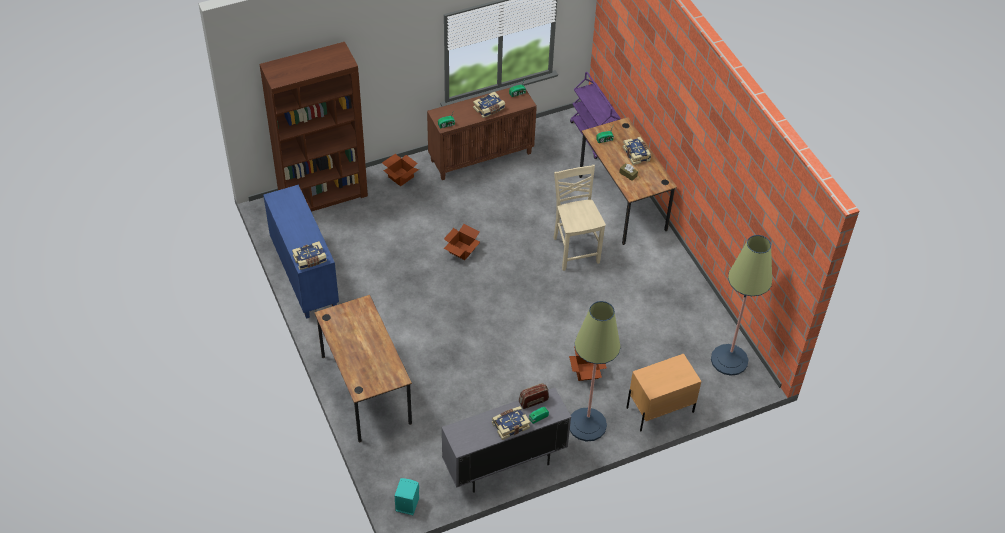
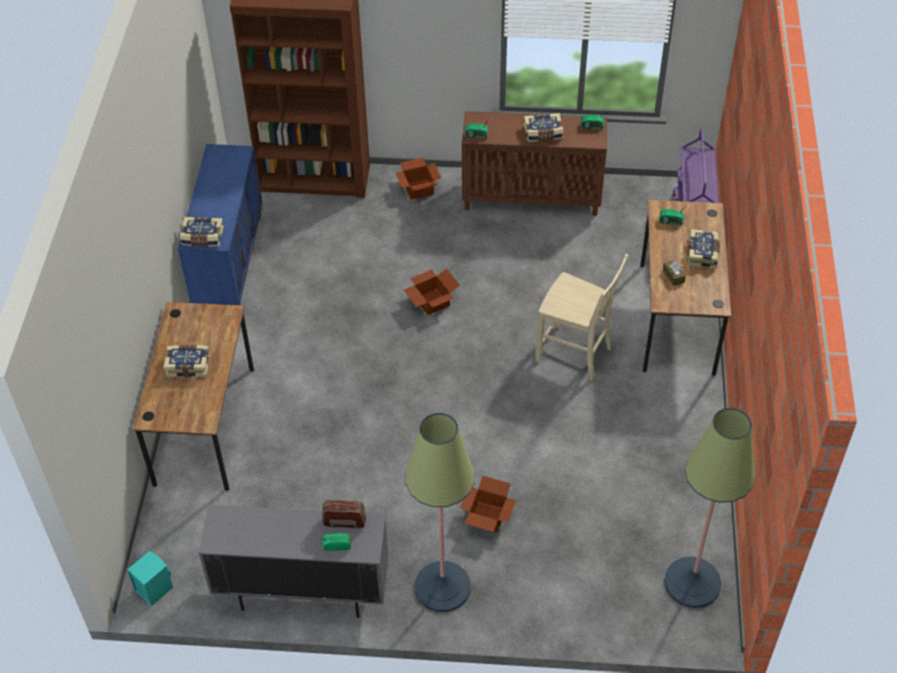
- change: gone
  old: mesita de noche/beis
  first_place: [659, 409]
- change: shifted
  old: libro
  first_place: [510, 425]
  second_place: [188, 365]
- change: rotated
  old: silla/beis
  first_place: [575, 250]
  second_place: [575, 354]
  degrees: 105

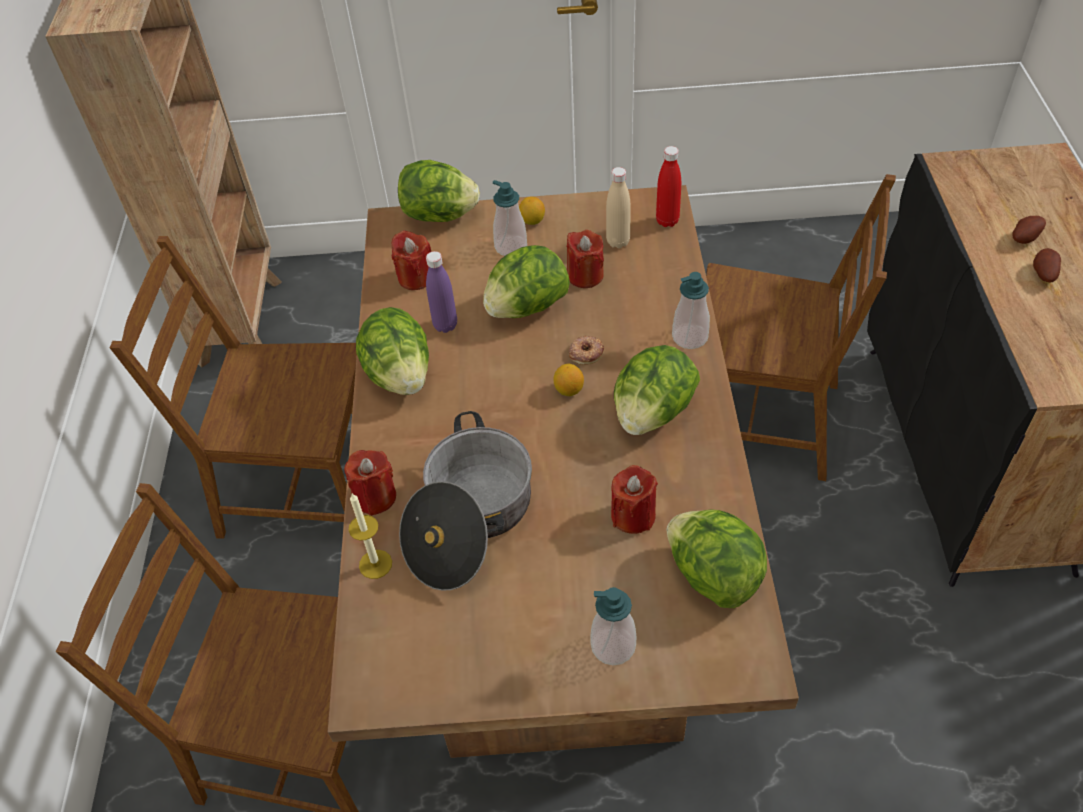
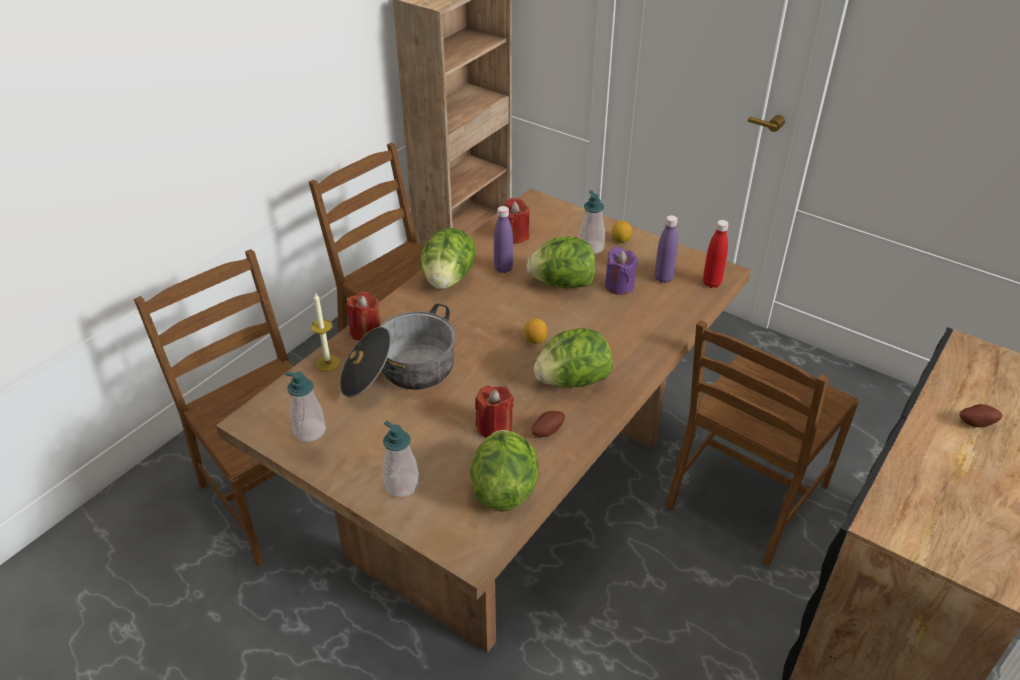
- change: gone
  old: lechuga
  first_place: [440, 215]
- change: gone
  old: rosquilla
  first_place: [586, 352]
- change: shifted
  old: dispensador de jabón
  first_place: [690, 337]
  second_place: [309, 431]
- change: shifted
  old: patata
  first_place: [1042, 274]
  second_place: [547, 430]
- change: repainted
  old: vela/rojo
  new: vela/morado
  first_place: [585, 275]
  second_place: [619, 286]
- change: repainted
  old: botella/beis
  new: botella/morado
  first_place: [618, 242]
  second_place: [663, 278]
- change: rotated
  old: silla/marrón
  first_place: [760, 418]
  second_place: [746, 496]
  degrees: 75

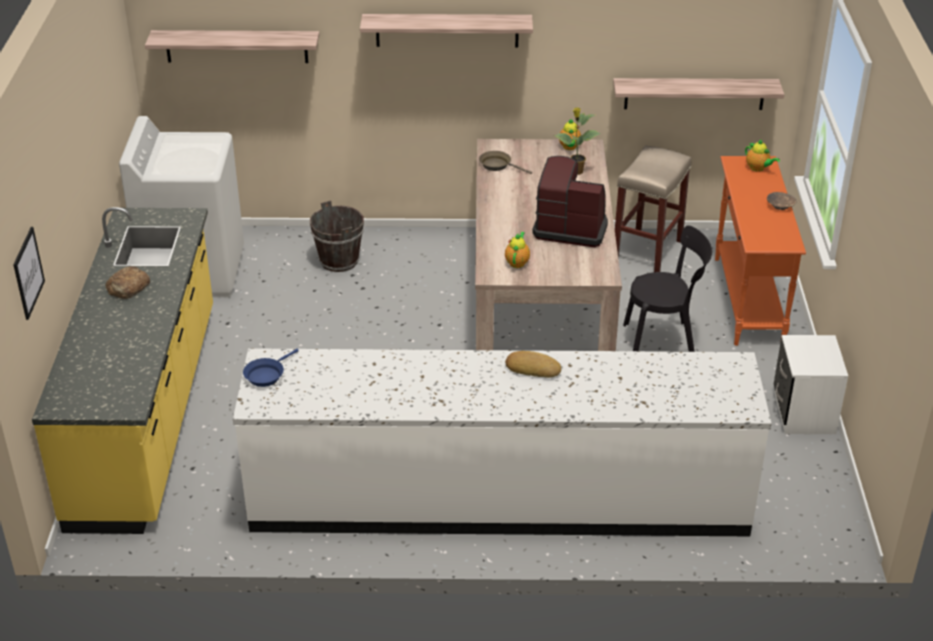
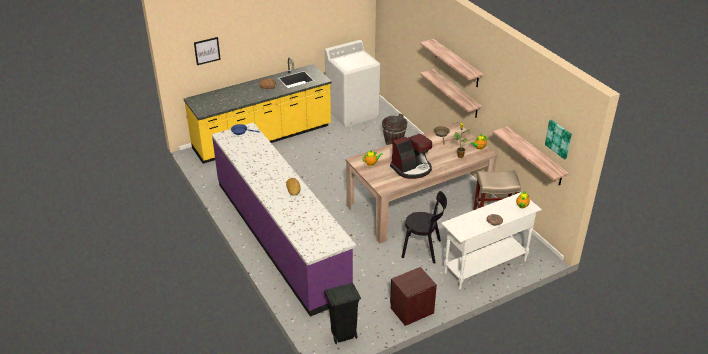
- change: new
  new: papelera/negro
  second_place: [343, 335]
- change: new
  new: cuadro
  second_place: [559, 139]
- change: shifted
  old: estante
  first_place: [236, 46]
  second_place: [456, 94]
- change: repainted
  old: mueble bajo de cocina/blanco
  new: mueble bajo de cocina/morado
  first_place: [499, 497]
  second_place: [281, 236]
- change: repainted
  old: mesa consola/naranja
  new: mesa consola/blanco
  first_place: [747, 301]
  second_place: [485, 266]
- change: repainted
  old: mesita de noche/blanco
  new: mesita de noche/marrón
  first_place: [803, 413]
  second_place: [412, 310]
- change: rotated
  old: cafetera
  first_place: [570, 228]
  second_place: [412, 168]
  degrees: 75
- change: rotated
  old: silla/negro
  first_place: [663, 344]
  second_place: [423, 249]
  degrees: -45

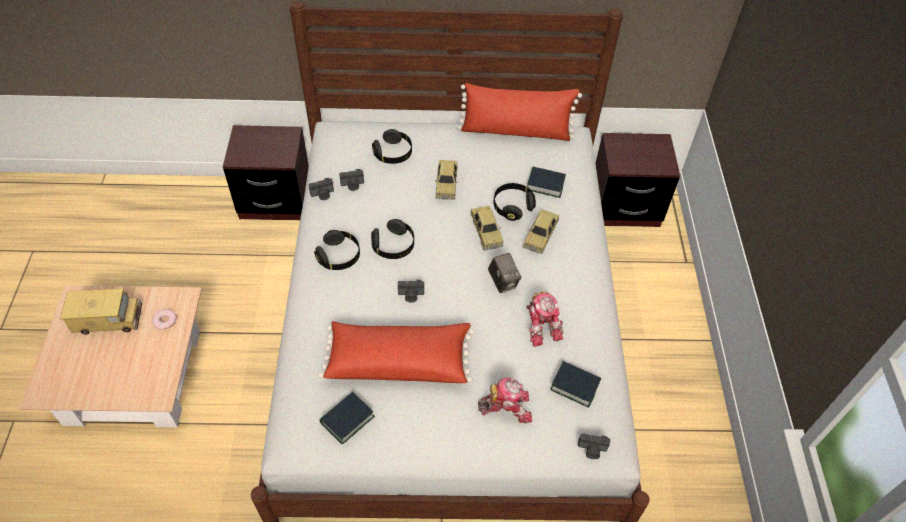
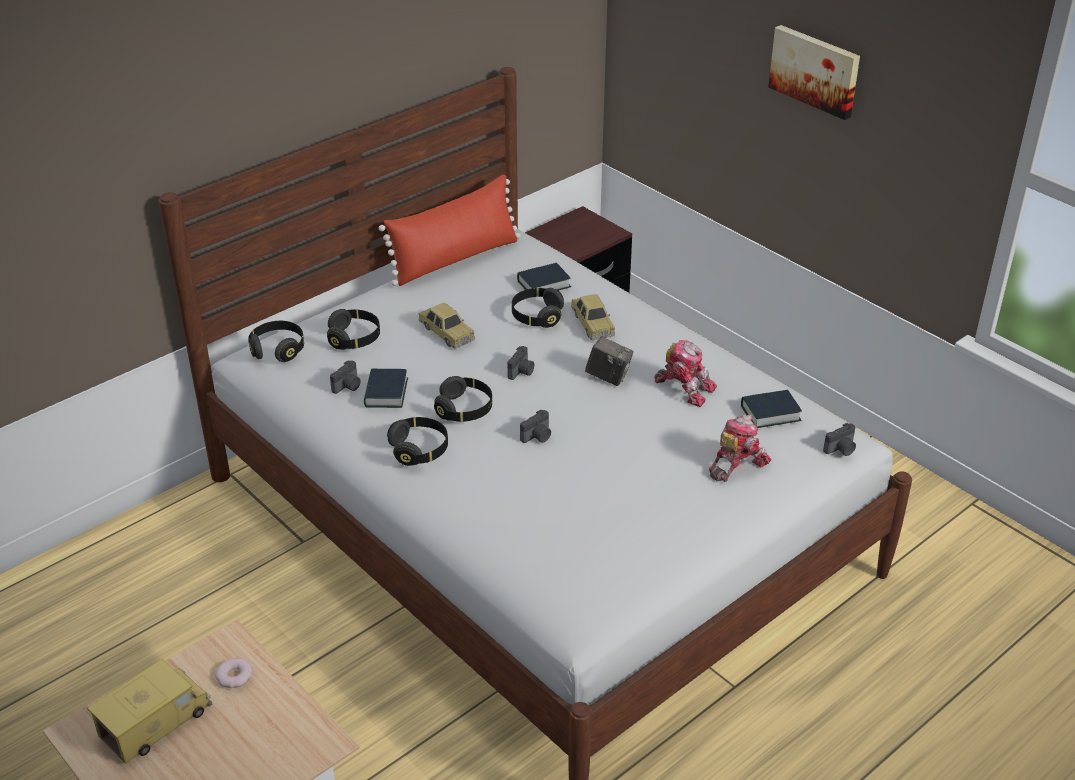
- change: gone
  old: mesita de noche/marrón
  first_place: [276, 200]
- change: gone
  old: cojín/rojo
  first_place: [398, 360]
- change: gone
  old: coche de juguete
  first_place: [486, 231]
- change: new
  new: auriculares/negro
  second_place: [278, 350]
- change: new
  new: cuadro
  second_place: [815, 70]
- change: shifted
  old: cámara
  first_place: [323, 195]
  second_place: [522, 372]
- change: shifted
  old: libro
  first_place: [347, 420]
  second_place: [386, 393]

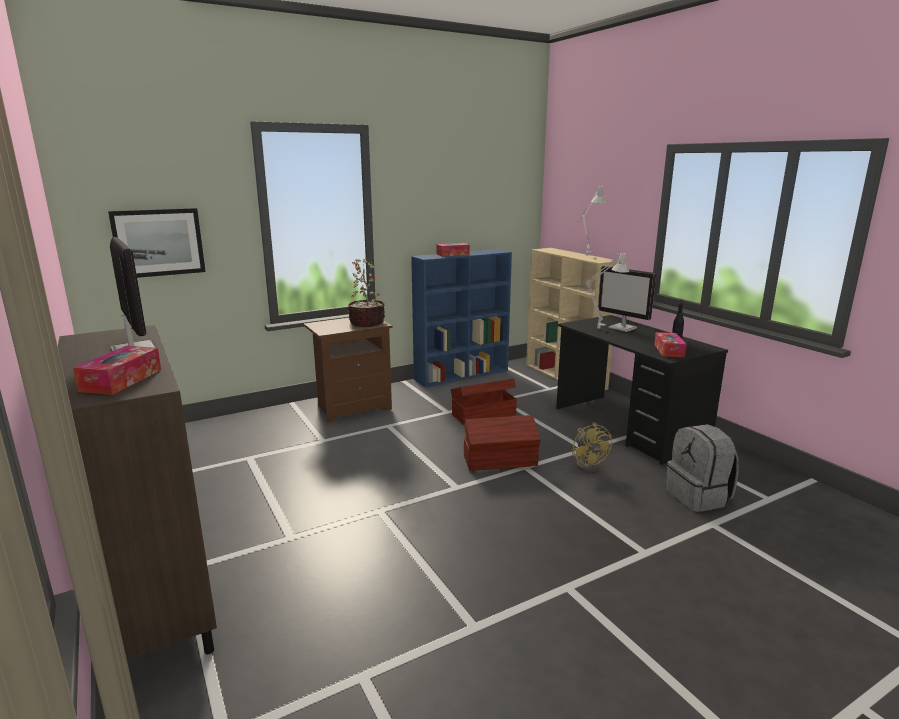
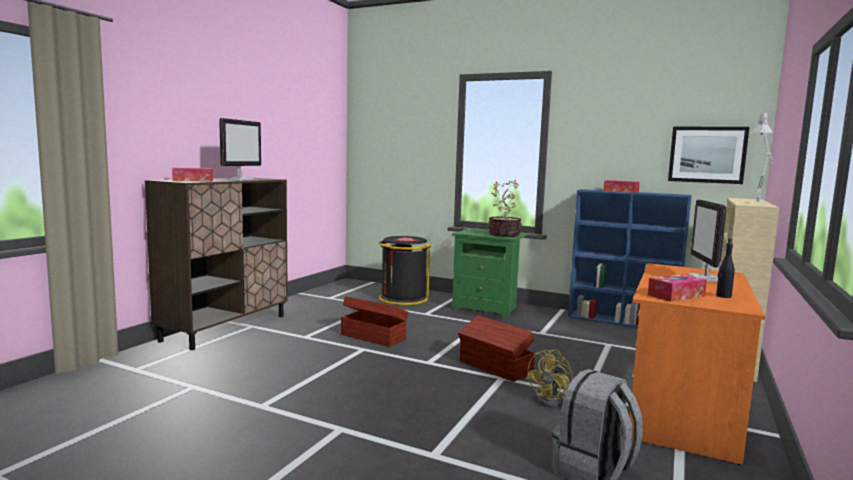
- change: gone
  old: lámpara de mesa/gris
  first_place: [595, 328]
- change: new
  new: papelera/negro
  second_place: [402, 299]
- change: shifted
  old: cuadro
  first_place: [158, 242]
  second_place: [707, 154]
- change: shifted
  old: caja de almacenaje/marrón
  first_place: [483, 415]
  second_place: [373, 336]
- change: repainted
  old: mesita de noche/marrón
  new: mesita de noche/verde
  first_place: [352, 407]
  second_place: [487, 308]
- change: repainted
  old: escritorio/negro
  new: escritorio/naranja
  first_place: [628, 427]
  second_place: [683, 407]

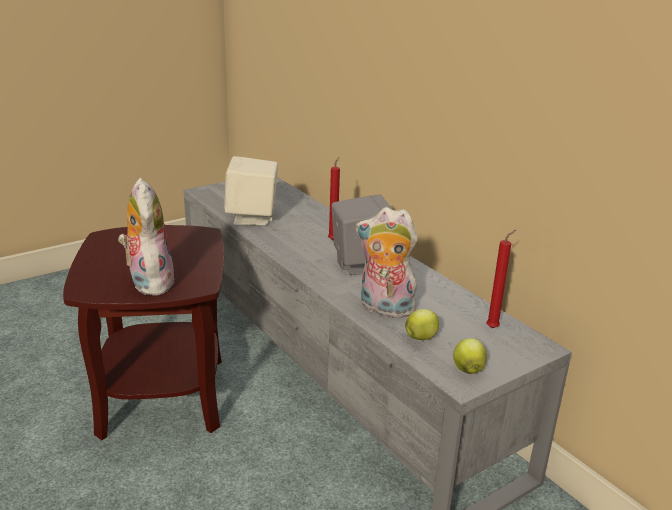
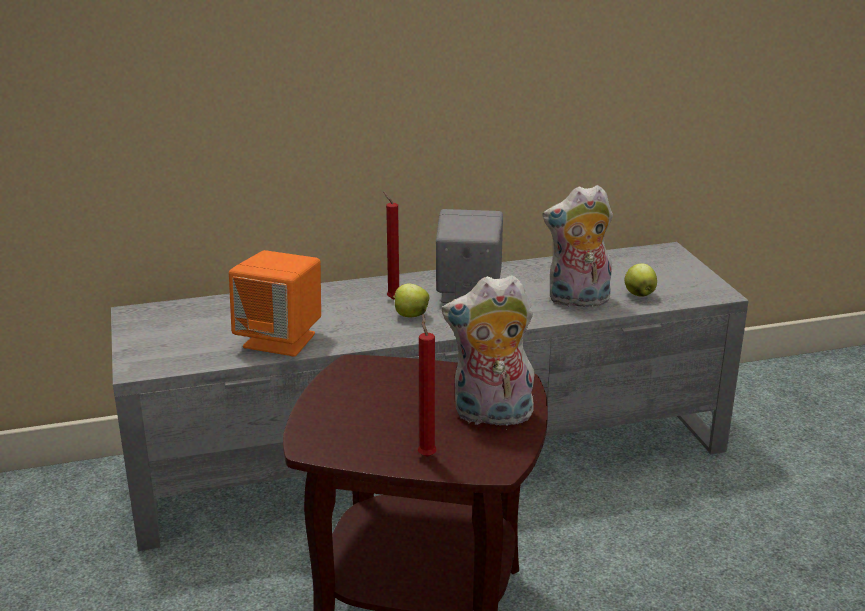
- change: shifted
  old: manzana
  first_place: [468, 369]
  second_place: [410, 315]
- change: shifted
  old: vela/rojo
  first_place: [494, 327]
  second_place: [426, 455]
- change: repainted
  old: altavoz/beis
  new: altavoz/naranja
  first_place: [252, 217]
  second_place: [281, 340]
- change: rotated
  old: peluche
  first_place: [384, 309]
  second_place: [577, 301]
  degrees: 45

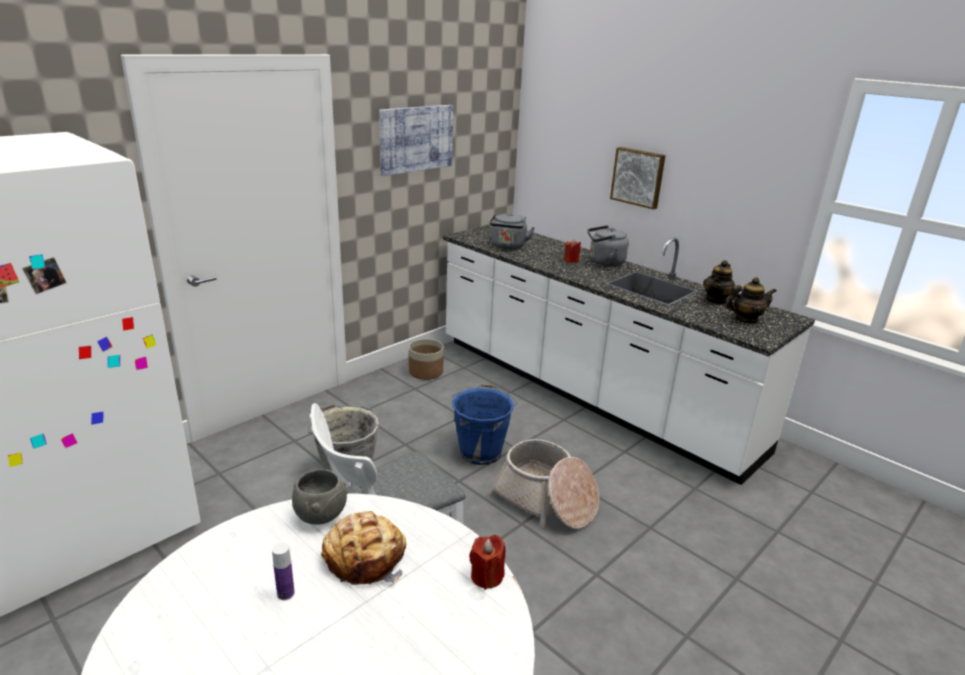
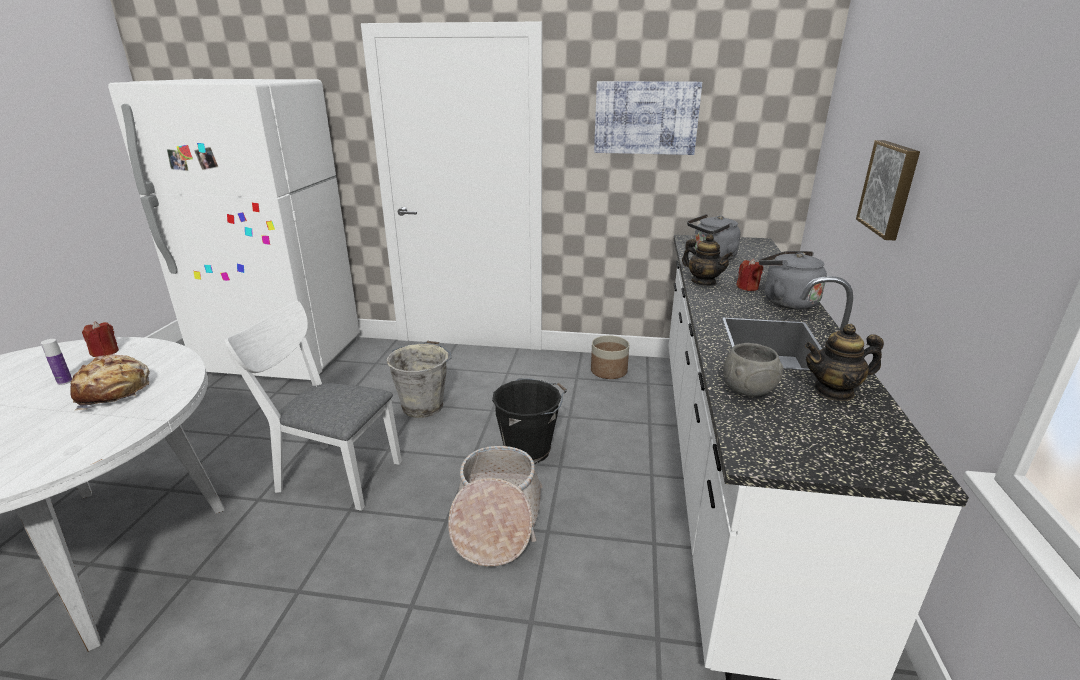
- change: shifted
  old: cuenco/gris
  first_place: [320, 515]
  second_place: [747, 391]
- change: shifted
  old: vela/rojo
  first_place: [487, 576]
  second_place: [105, 352]
- change: shifted
  old: tetera
  first_place: [745, 319]
  second_place: [703, 282]
- change: repainted
  old: cubo/azul
  new: cubo/negro
  first_place: [481, 451]
  second_place: [529, 450]

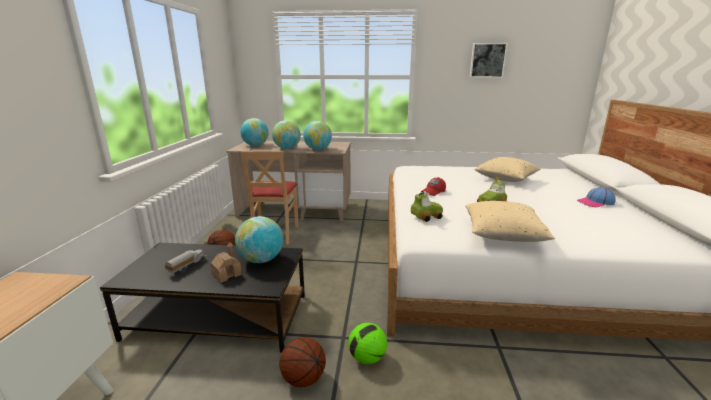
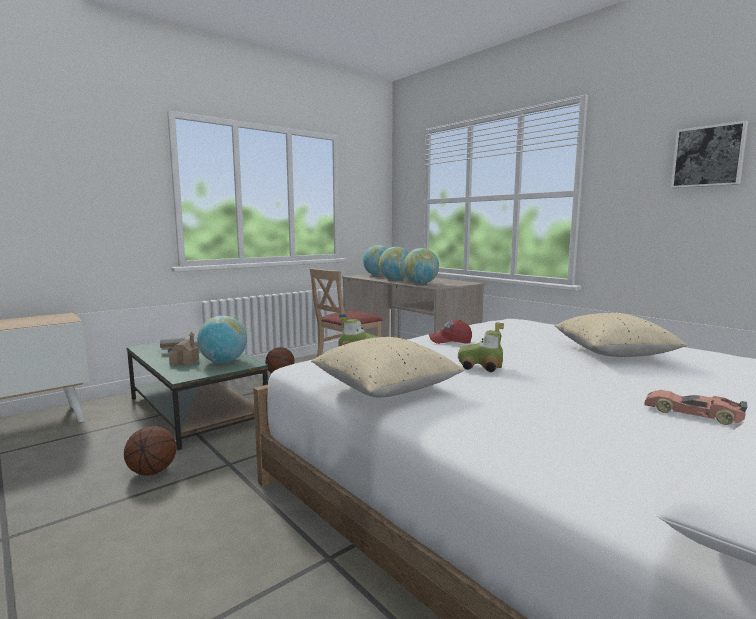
- change: gone
  old: balón de fútbol
  first_place: [367, 358]
- change: swapped
  old: gorra
  new: coche de juguete
  first_place: [595, 203]
  second_place: [692, 414]
- change: repainted
  old: mesa de centro/negro
  new: mesa de centro/verde
  first_place: [217, 317]
  second_place: [195, 410]

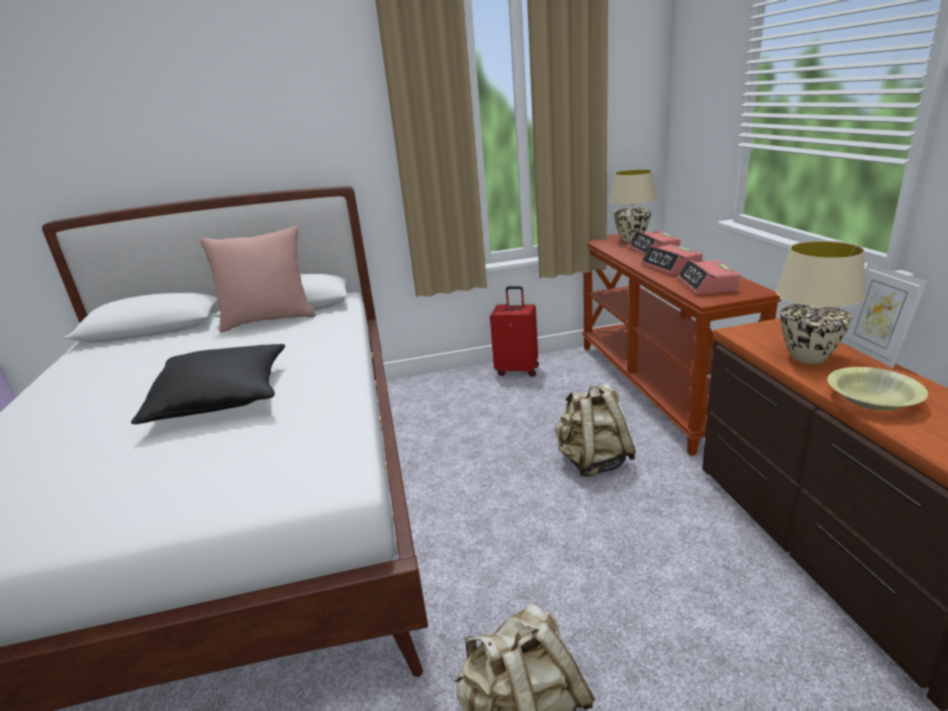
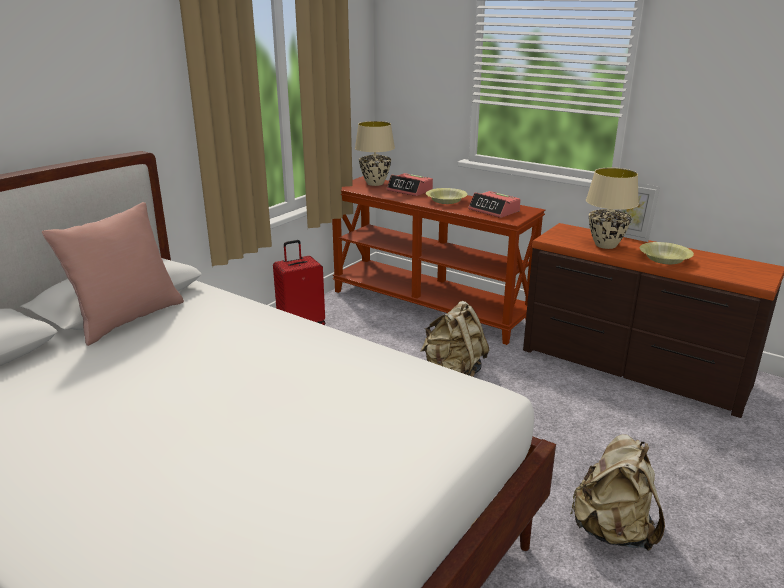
- change: gone
  old: cojín/negro
  first_place: [222, 398]
- change: swapped
  old: despertador
  new: cuenco/amarillo
  first_place: [671, 267]
  second_place: [446, 201]

